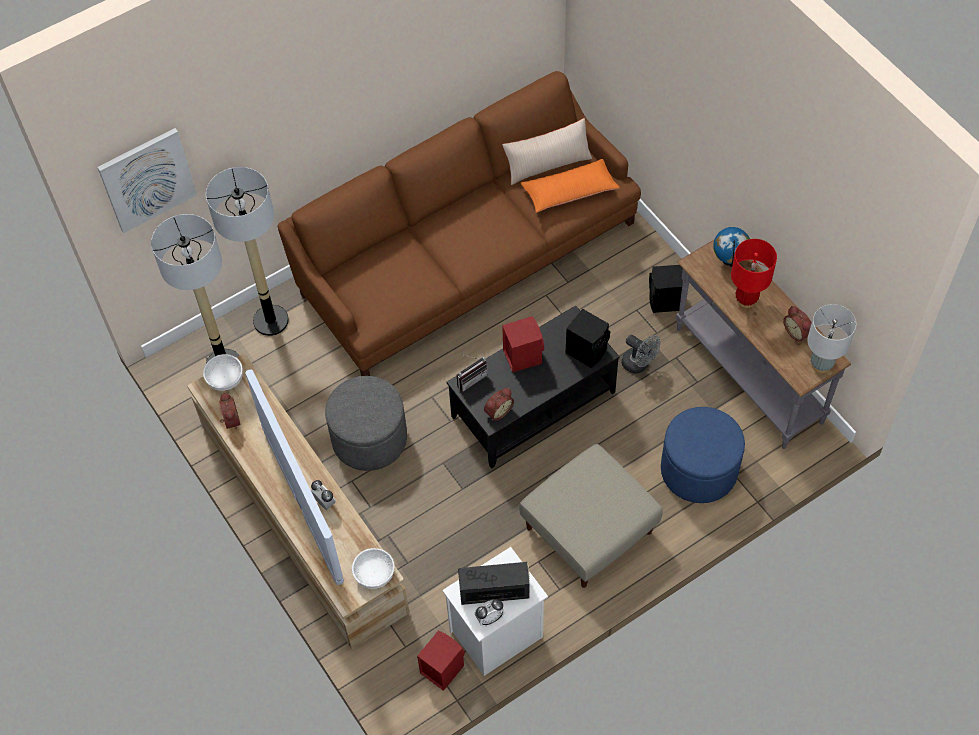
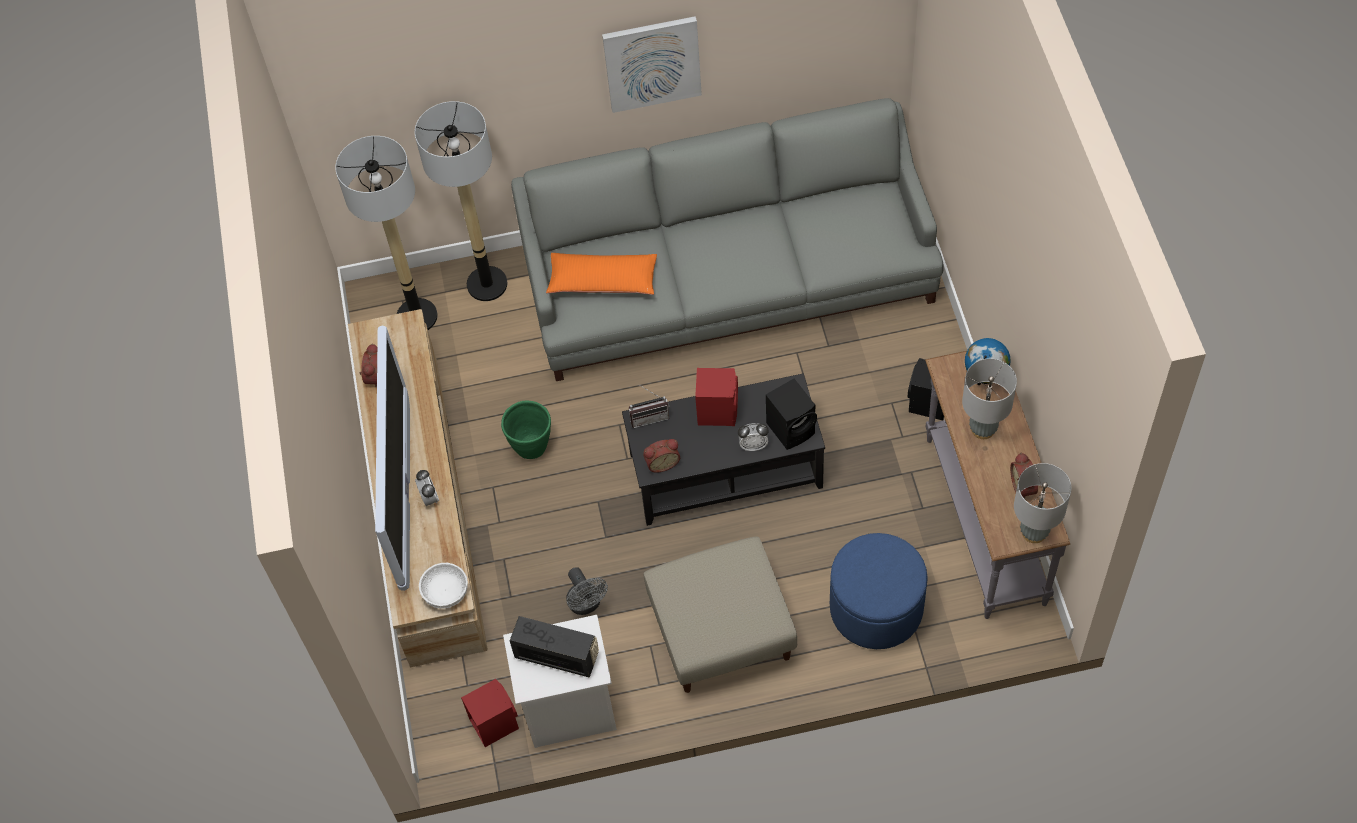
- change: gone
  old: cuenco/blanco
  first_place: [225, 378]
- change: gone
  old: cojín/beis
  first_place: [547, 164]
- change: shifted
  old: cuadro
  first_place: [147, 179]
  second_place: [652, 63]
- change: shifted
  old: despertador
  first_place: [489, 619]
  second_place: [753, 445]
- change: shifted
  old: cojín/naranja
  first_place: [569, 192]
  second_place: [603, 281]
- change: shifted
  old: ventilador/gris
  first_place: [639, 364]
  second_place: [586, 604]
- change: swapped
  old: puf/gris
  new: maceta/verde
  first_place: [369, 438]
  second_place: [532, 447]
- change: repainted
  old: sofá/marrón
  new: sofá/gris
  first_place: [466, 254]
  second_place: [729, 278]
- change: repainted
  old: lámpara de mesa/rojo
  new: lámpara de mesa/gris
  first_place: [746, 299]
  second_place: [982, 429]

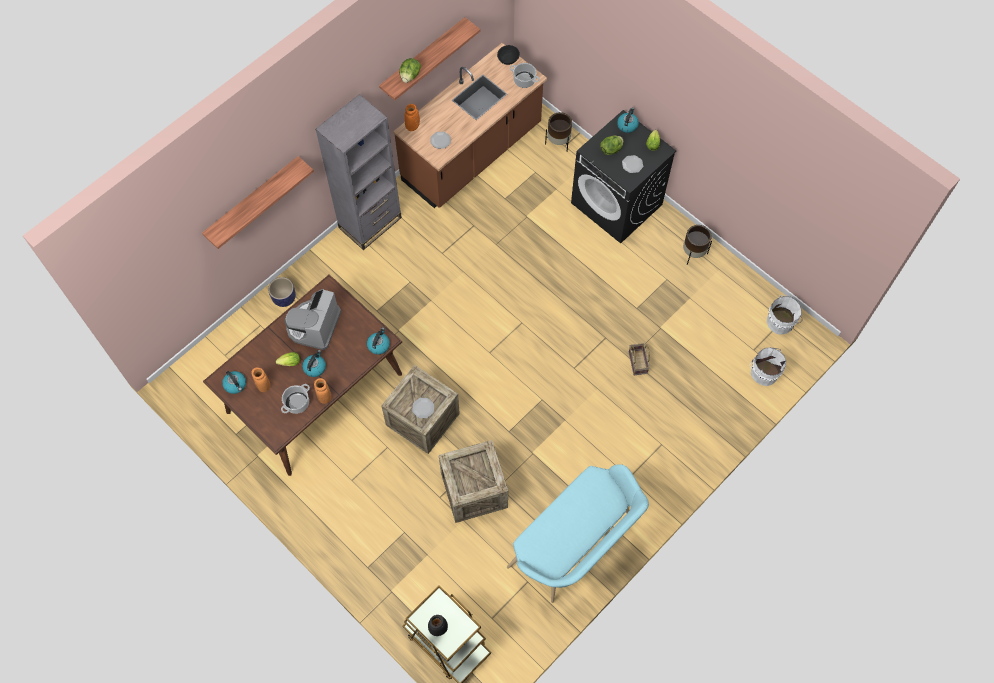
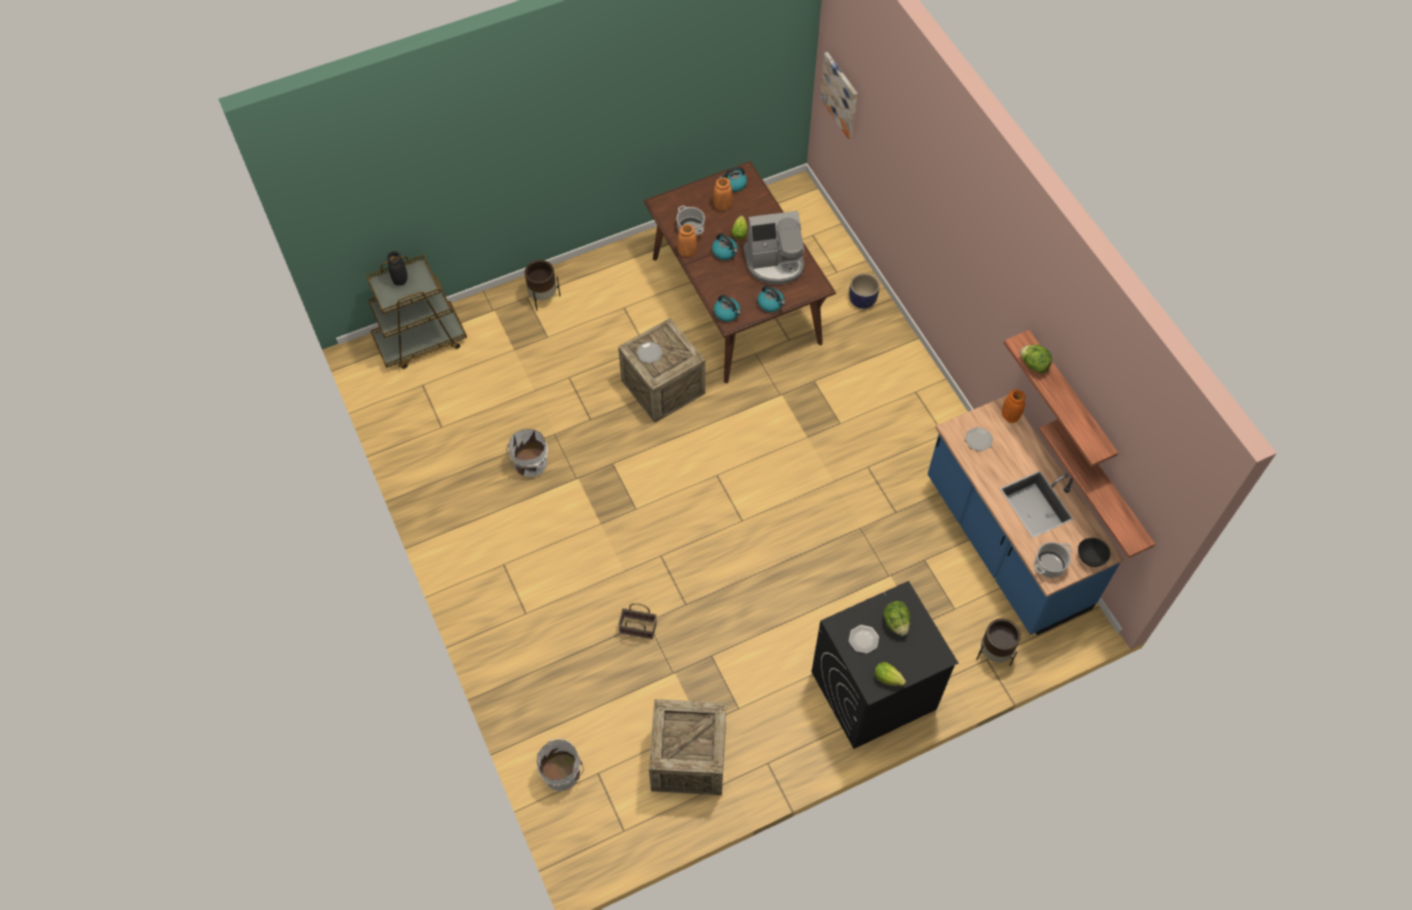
- change: gone
  old: estantería/gris
  first_place: [370, 223]
- change: gone
  old: banco/turquesa
  first_place: [576, 545]
- change: new
  new: cuadro
  second_place: [840, 95]
- change: shifted
  old: estante
  first_place: [253, 200]
  second_place: [1104, 486]
- change: shifted
  old: caja de embalaje
  first_place: [474, 490]
  second_place: [688, 758]
- change: shifted
  old: hervidor
  first_place: [627, 125]
  second_place: [771, 303]
- change: shifted
  old: maceta/marrón
  first_place: [693, 254]
  second_place: [543, 297]
- change: shifted
  old: cubo/blanco
  first_place: [781, 322]
  second_place: [530, 463]
- change: repainted
  old: mueble bajo de cocina/marrón
  new: mueble bajo de cocina/azul
  first_place: [472, 154]
  second_place: [1005, 544]
- change: rotated
  old: cafetera
  first_place: [314, 326]
  second_place: [775, 263]
  degrees: 135

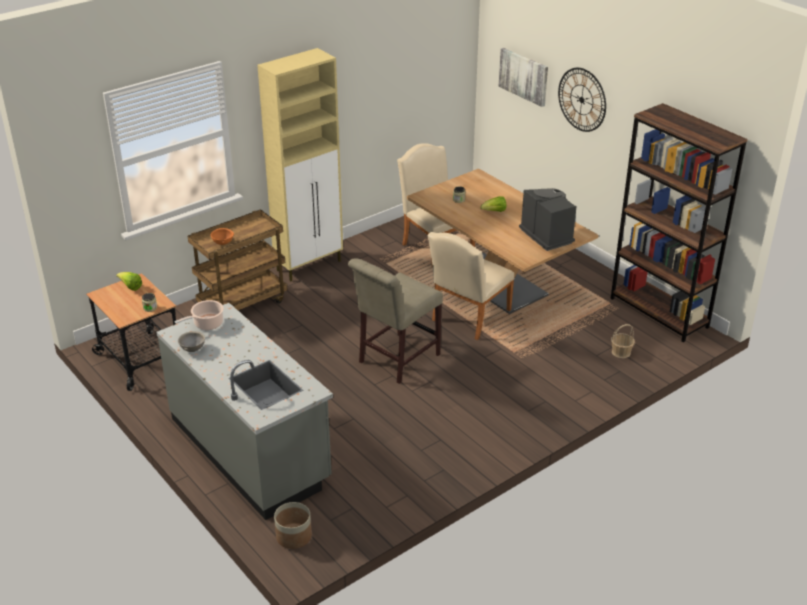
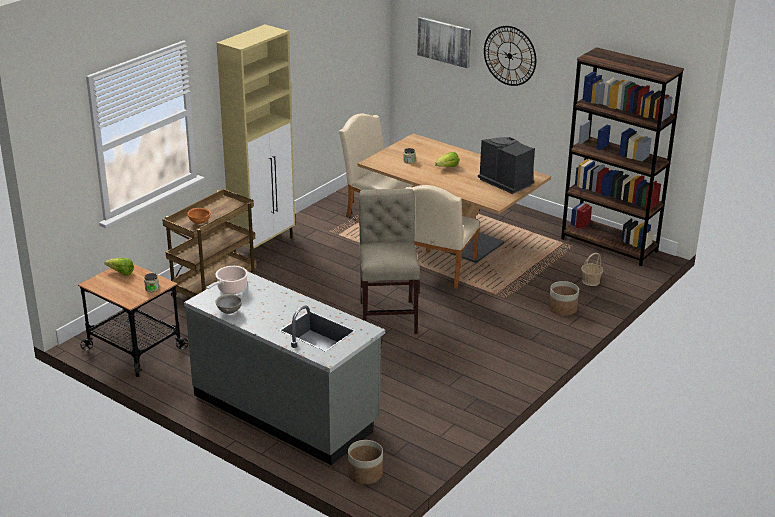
- change: new
  new: maceta
  second_place: [563, 309]
- change: rotated
  old: silla/beis
  first_place: [395, 360]
  second_place: [388, 315]
  degrees: 150

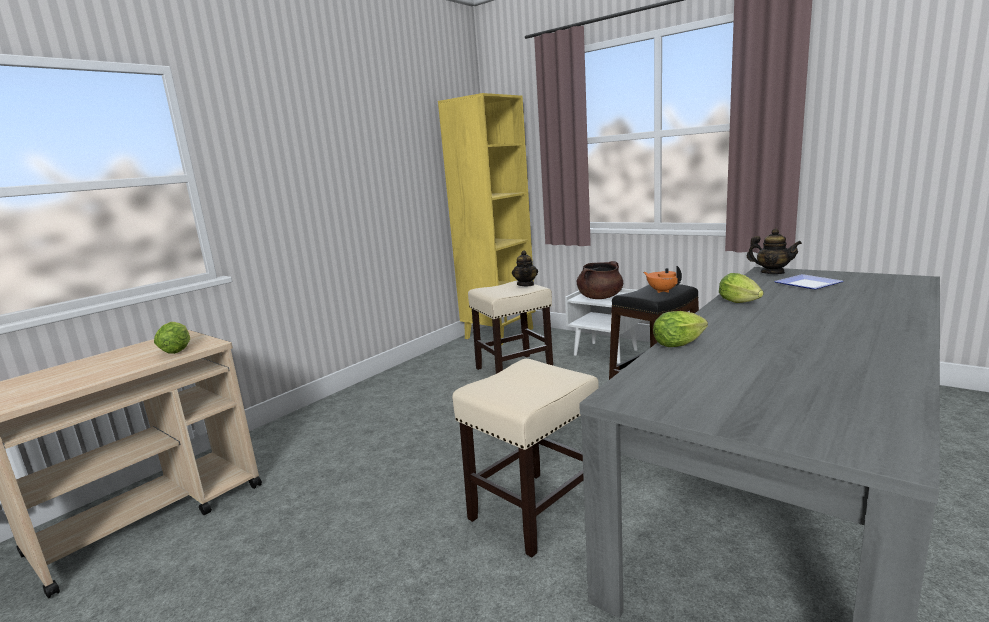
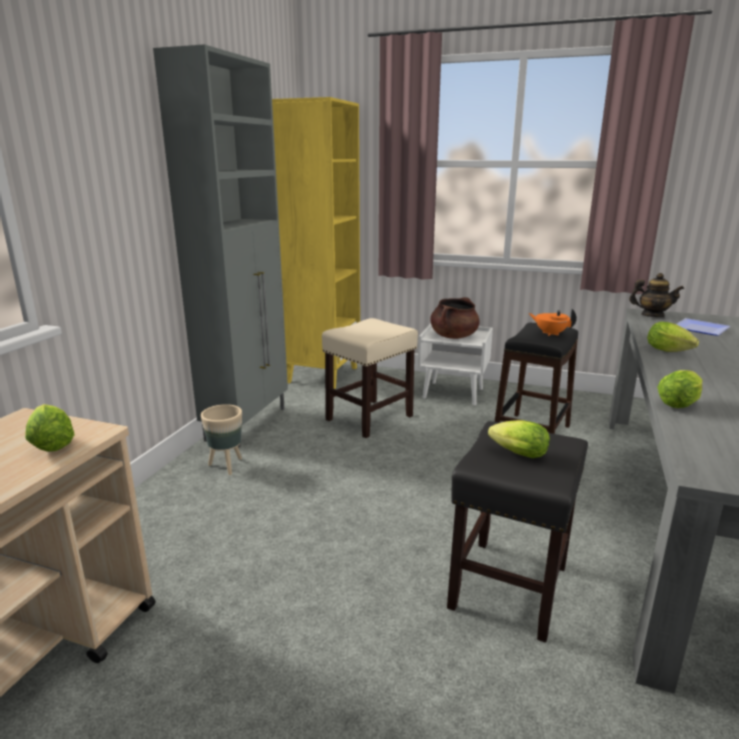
- change: gone
  old: tetera
  first_place: [526, 284]
- change: new
  new: armario/gris
  second_place: [248, 423]
- change: new
  new: maceta/beis
  second_place: [226, 466]
- change: new
  new: lechuga
  second_place: [515, 453]
- change: repainted
  old: taburete/beis
  new: taburete/negro
  first_place: [534, 510]
  second_place: [509, 585]

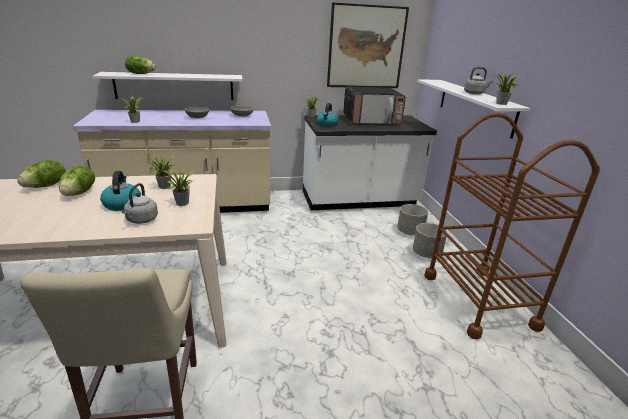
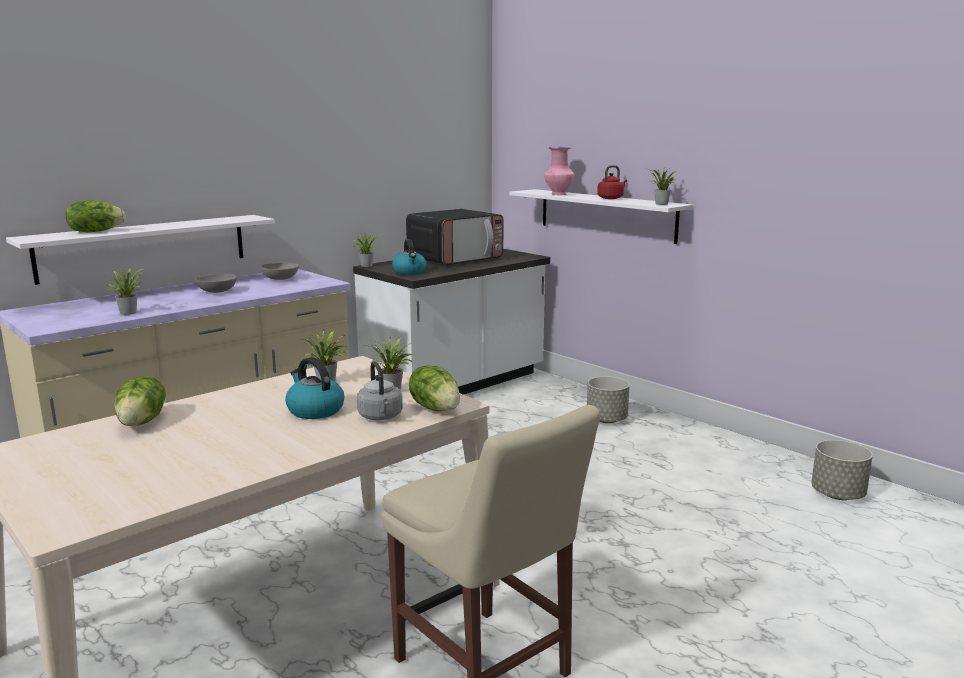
- change: gone
  old: cuadro
  first_place: [366, 47]
- change: gone
  old: carrito/marrón
  first_place: [478, 300]
- change: new
  new: florero/rosa
  second_place: [558, 194]
- change: shifted
  old: lechuga
  first_place: [79, 193]
  second_place: [436, 408]
- change: shifted
  old: maceta/gris
  first_place: [410, 232]
  second_place: [837, 494]
- change: repainted
  old: hervidor/gris
  new: hervidor/rojo
  first_place: [475, 93]
  second_place: [611, 198]

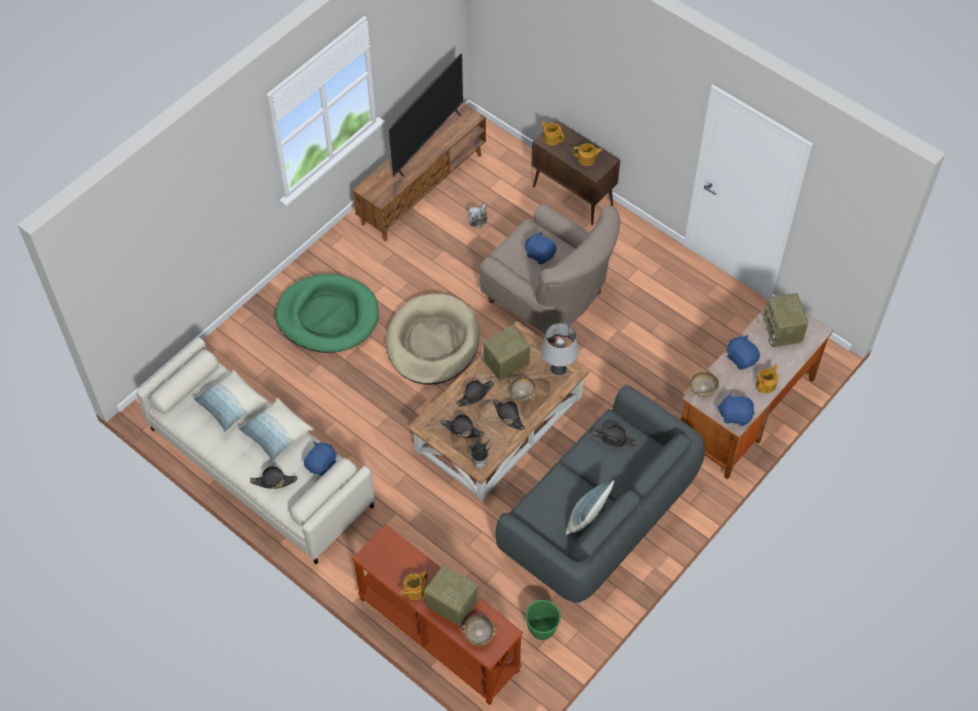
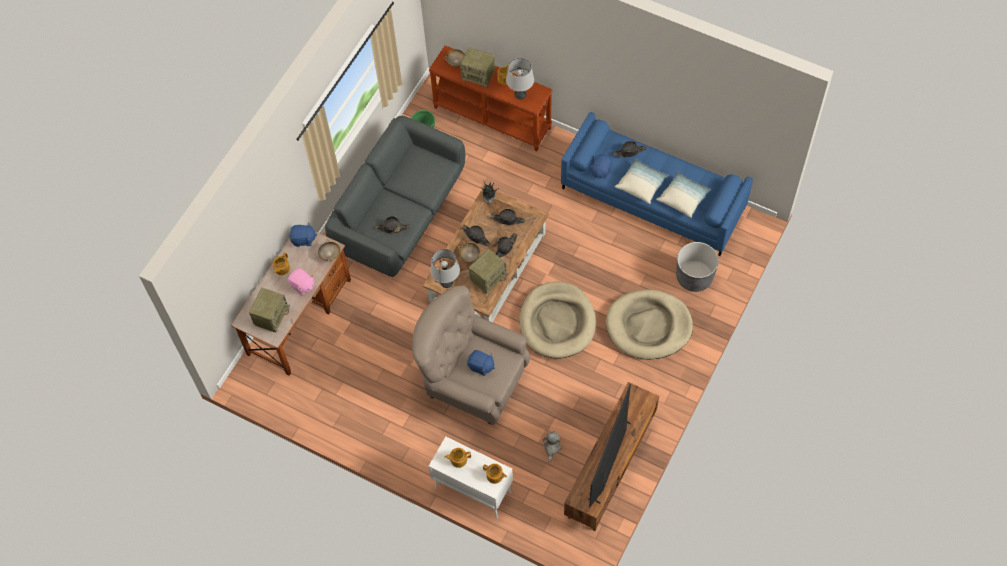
- change: gone
  old: cojín
  first_place: [587, 518]
- change: new
  new: lámpara de mesa/gris
  second_place: [520, 94]
- change: new
  new: maceta/gris
  second_place: [694, 277]
- change: repainted
  old: sofá/beis
  new: sofá/azul
  first_place: [260, 467]
  second_place: [653, 198]
- change: repainted
  old: cama para perro/verde
  new: cama para perro/beis
  first_place: [328, 316]
  second_place: [648, 326]
- change: repainted
  old: armario/marrón
  new: armario/blanco
  first_place: [573, 196]
  second_place: [472, 490]
- change: repainted
  old: peluche/azul
  new: peluche/rosa
  first_place: [741, 358]
  second_place: [302, 285]
- change: rotated
  old: radio
  first_place: [782, 331]
  second_place: [271, 316]
  degrees: 45

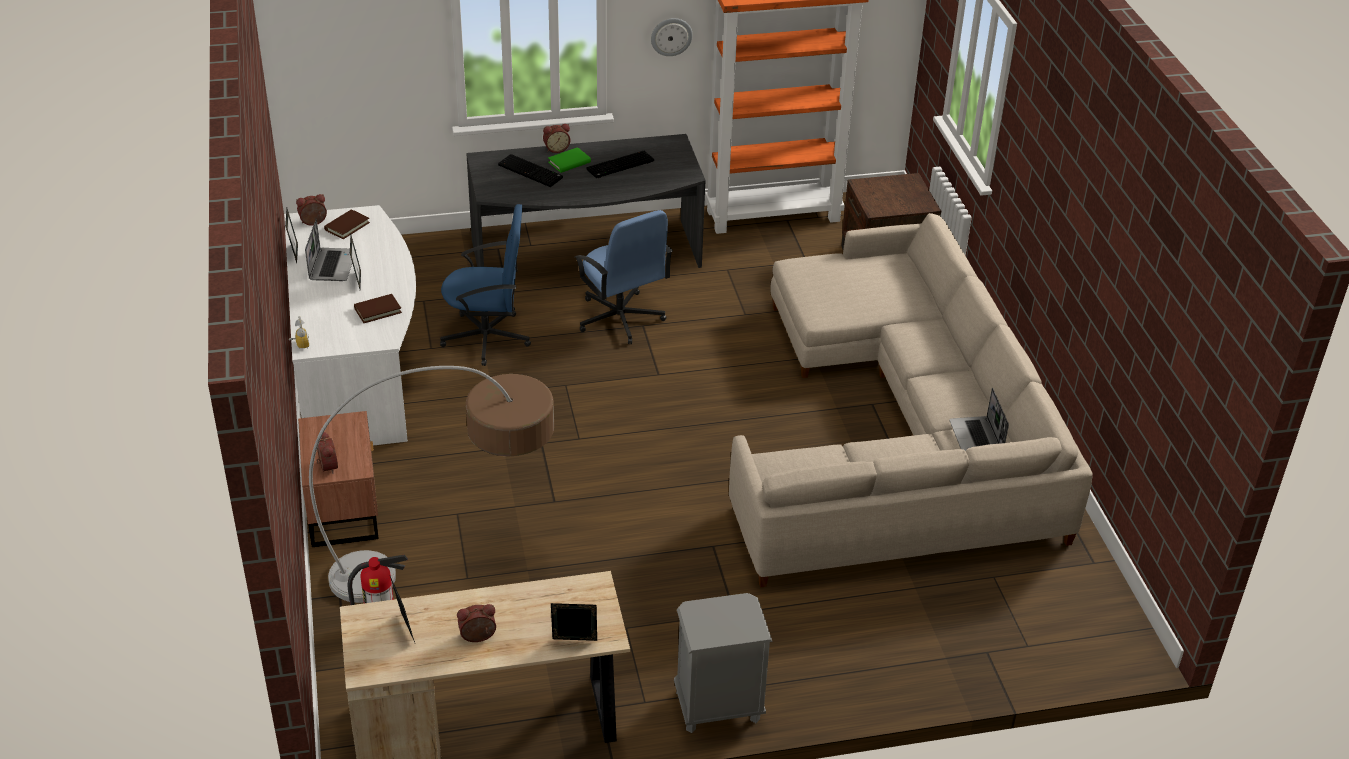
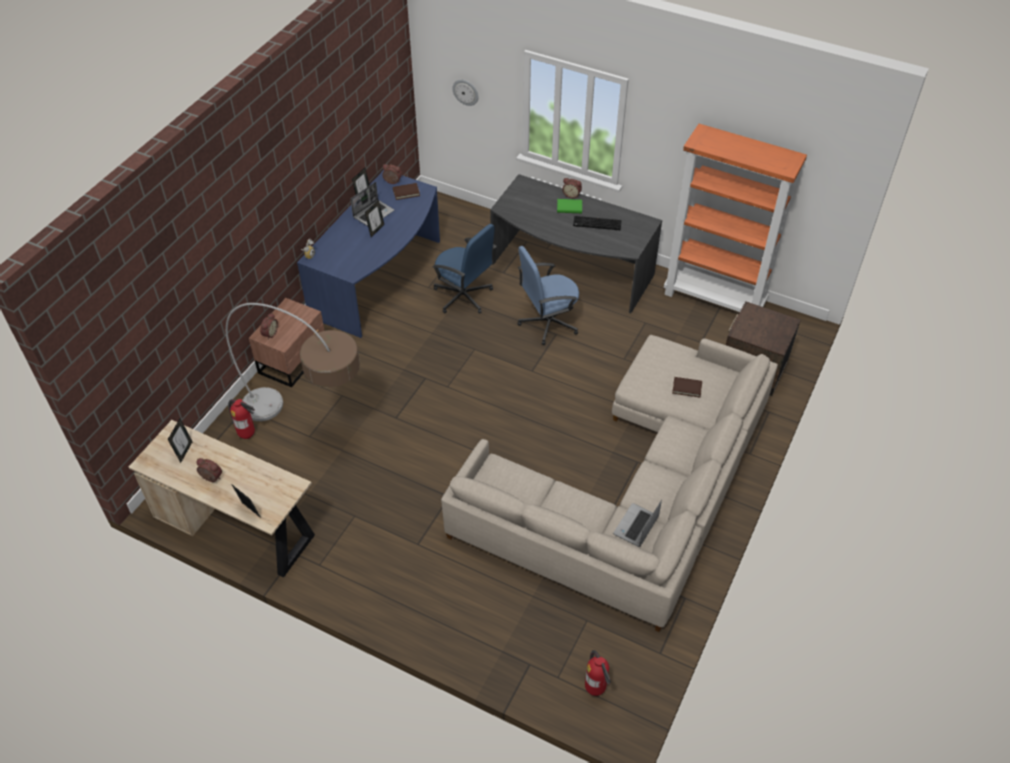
- change: gone
  old: teclado
  first_place: [531, 171]
- change: gone
  old: mesita de noche/gris
  first_place: [717, 707]
- change: new
  new: extintor
  second_place: [595, 689]
- change: shifted
  old: libro/marrón
  first_place: [378, 310]
  second_place: [687, 388]
- change: shifted
  old: reloj de pared
  first_place: [671, 36]
  second_place: [466, 92]
- change: repainted
  old: escritorio/blanco
  new: escritorio/azul
  first_place: [357, 368]
  second_place: [380, 279]
- change: rotated
  old: silla de oficina/azul
  first_place: [620, 319]
  second_place: [547, 323]
  degrees: 60

